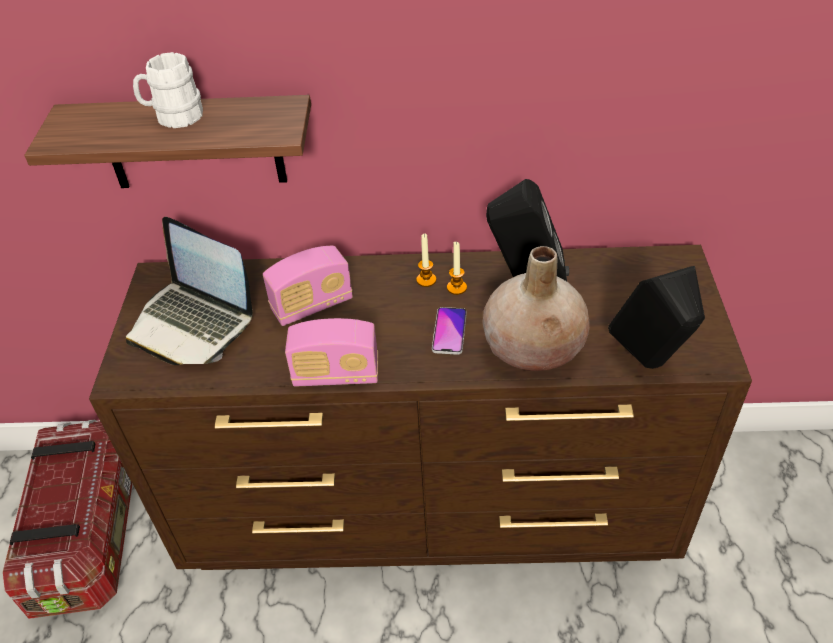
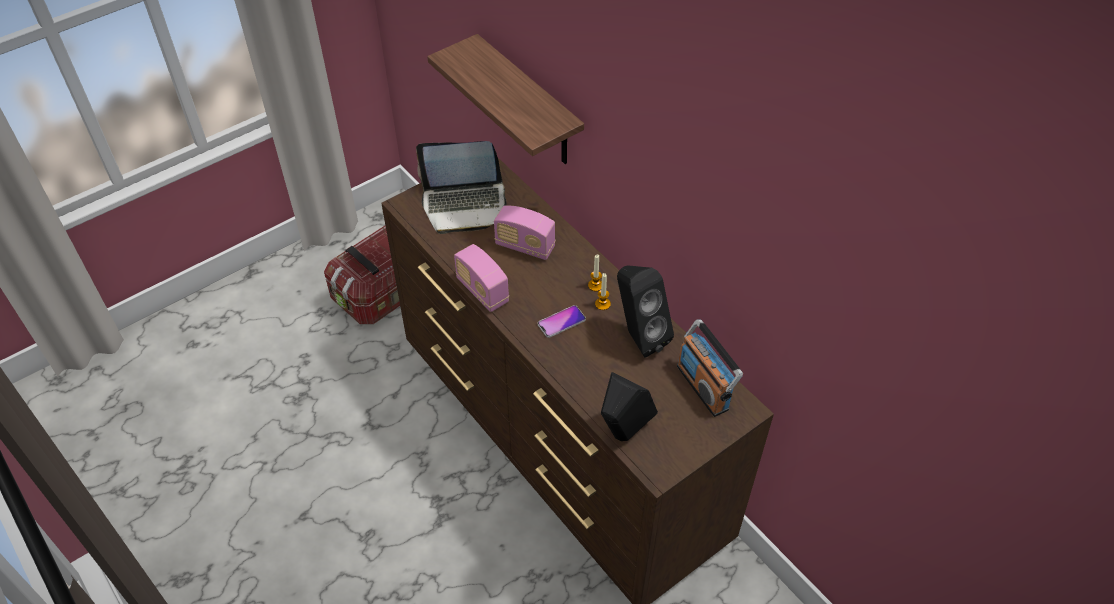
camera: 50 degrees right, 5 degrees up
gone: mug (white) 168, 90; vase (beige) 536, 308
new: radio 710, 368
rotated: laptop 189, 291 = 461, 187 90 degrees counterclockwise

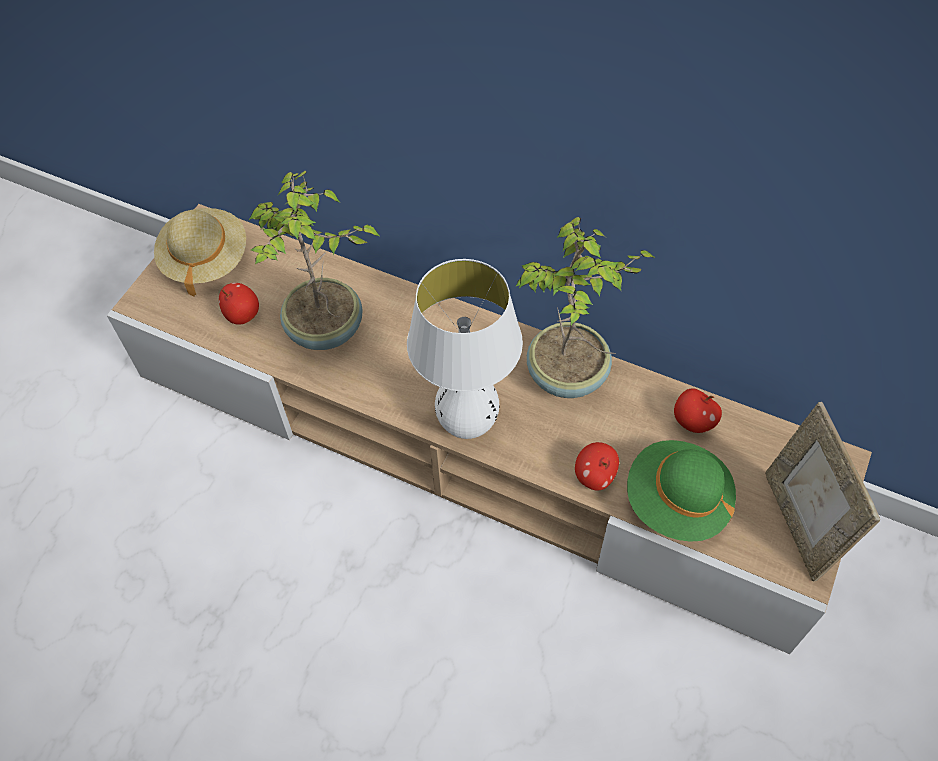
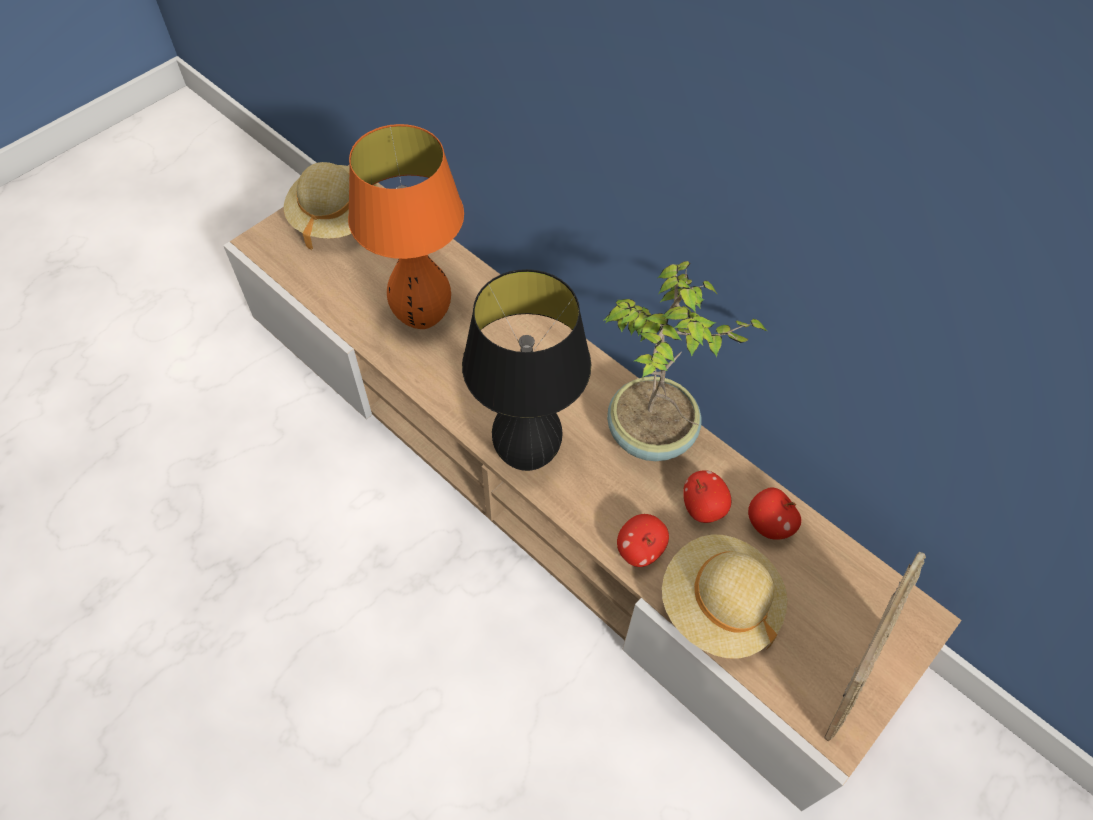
camera: 15 degrees right, 0 degrees up
shifted: apple 239, 304 to 707, 496
swapped: potted plant 314, 260 to table lamp (orange) 406, 226
repainted: table lamp (white) 465, 349 to table lamp (black) 526, 370; hat (green) 681, 491 to hat (beige) 725, 596
rotated: picture frame 822, 492 = 875, 646 150 degrees counterclockwise

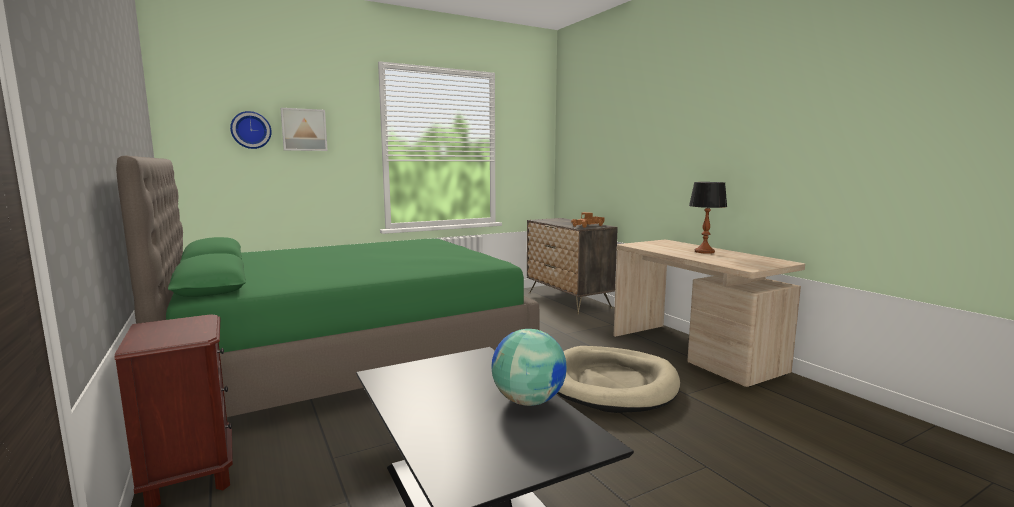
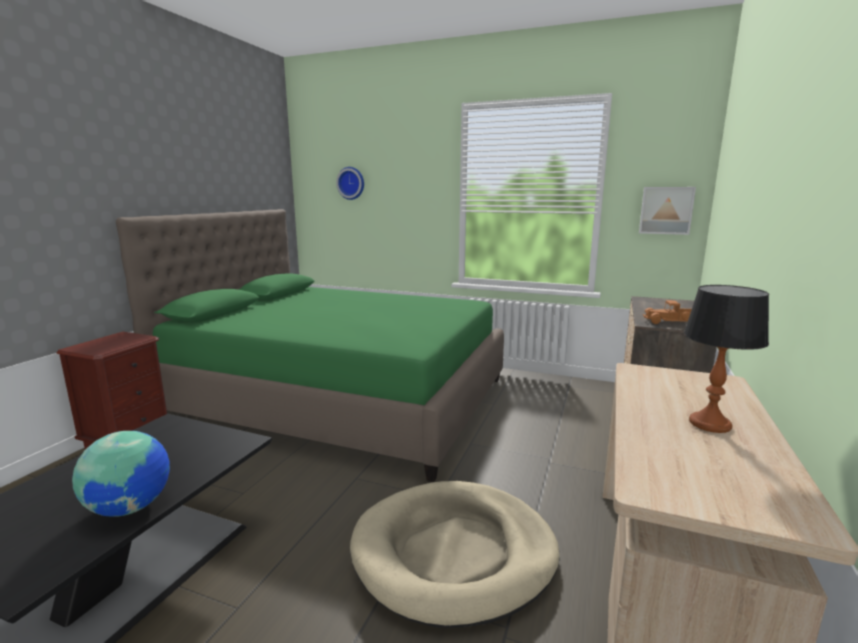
camera: 50 degrees right, 5 degrees up
shifted: picture 304, 129 to 667, 211

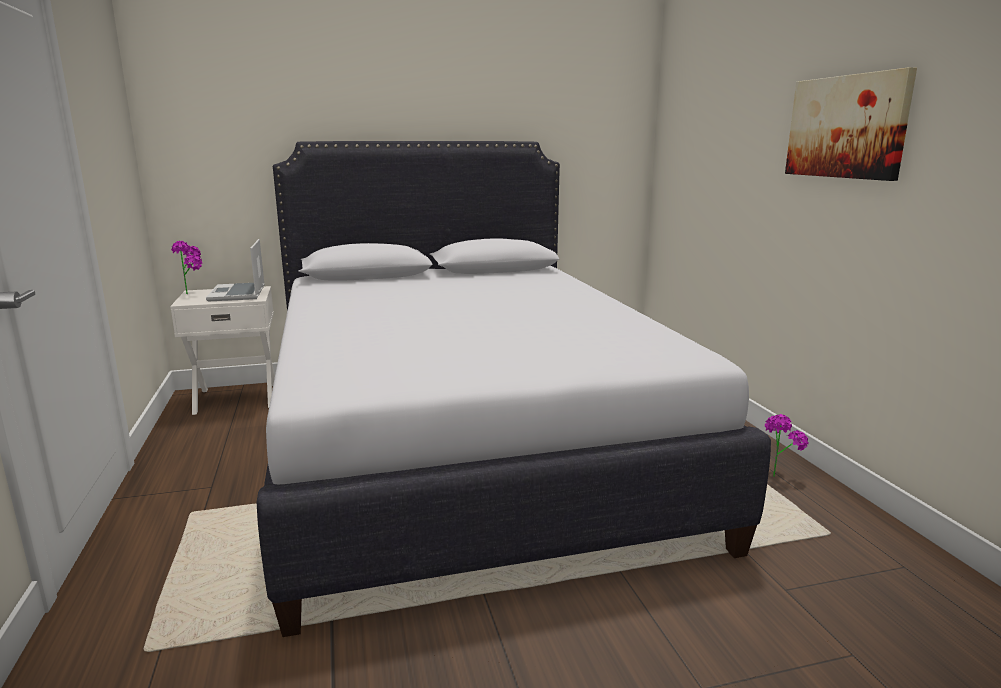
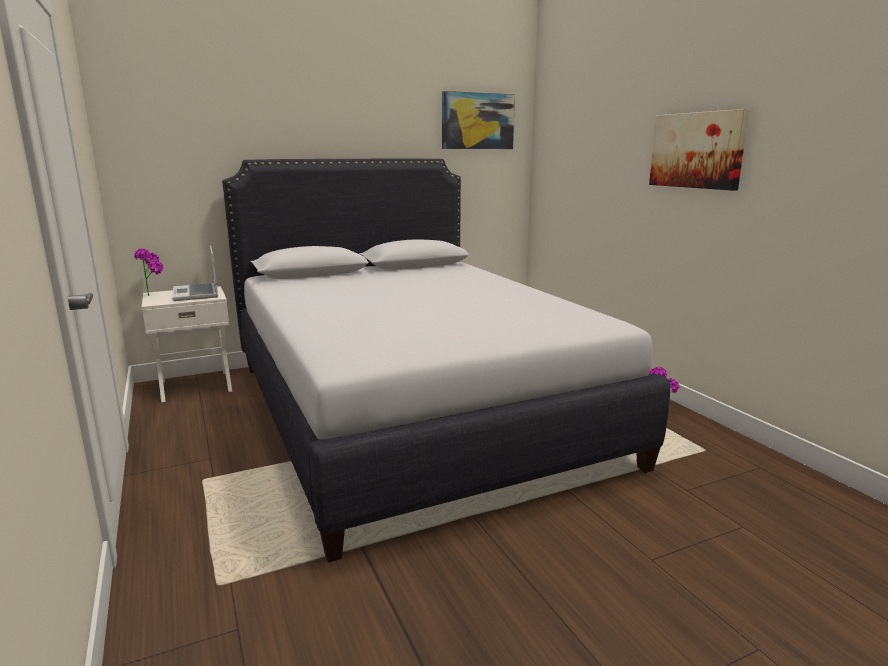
camera: 10 degrees left, 0 degrees up
new: picture 478, 120

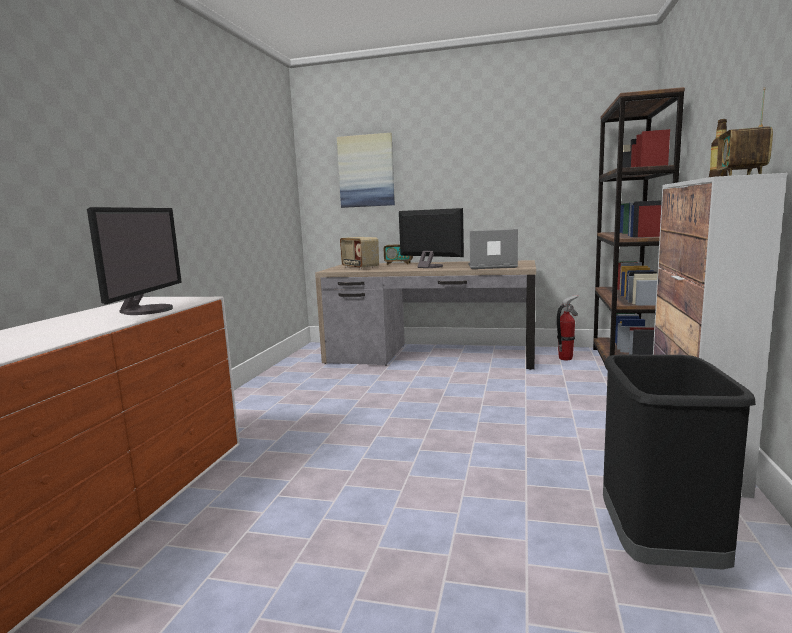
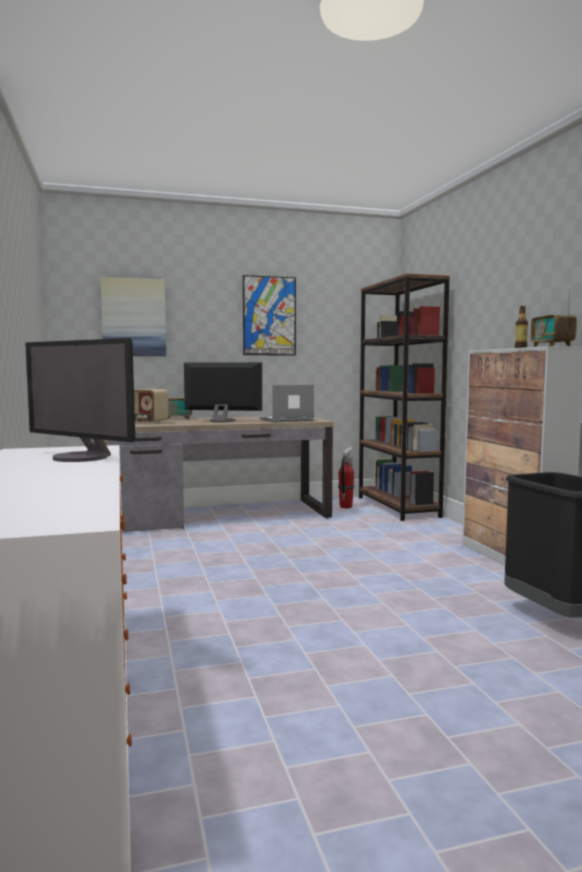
camera: 30 degrees left, 5 degrees down
new: picture 269, 315
rotated: monitor 134, 261 = 80, 400 150 degrees clockwise

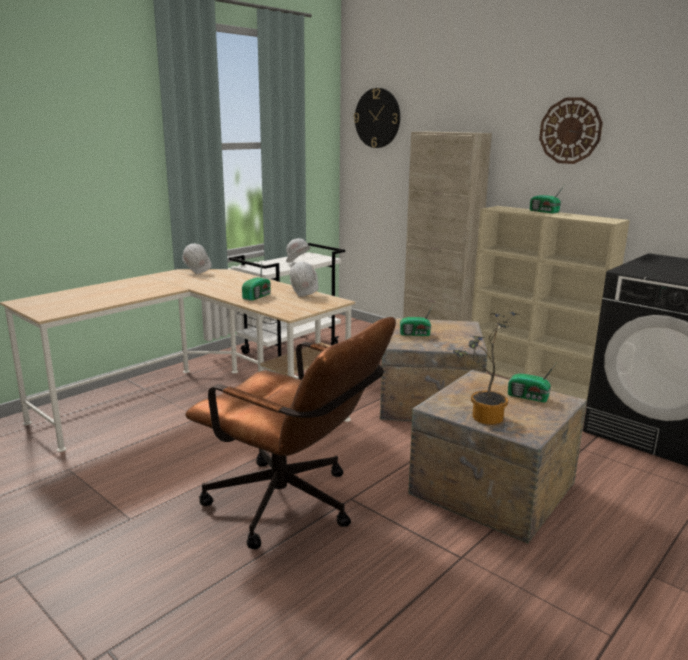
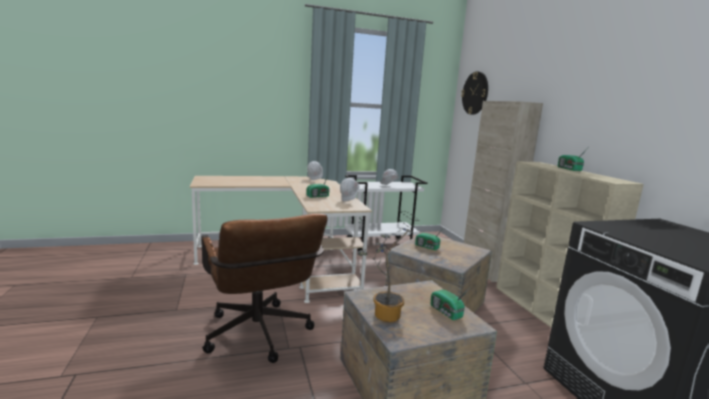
camera: 30 degrees right, 5 degrees down
gone: wall clock 571, 130

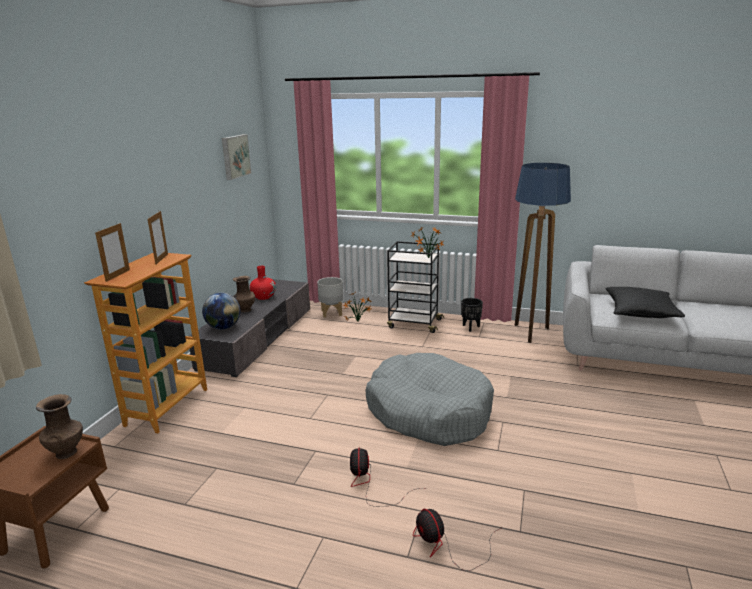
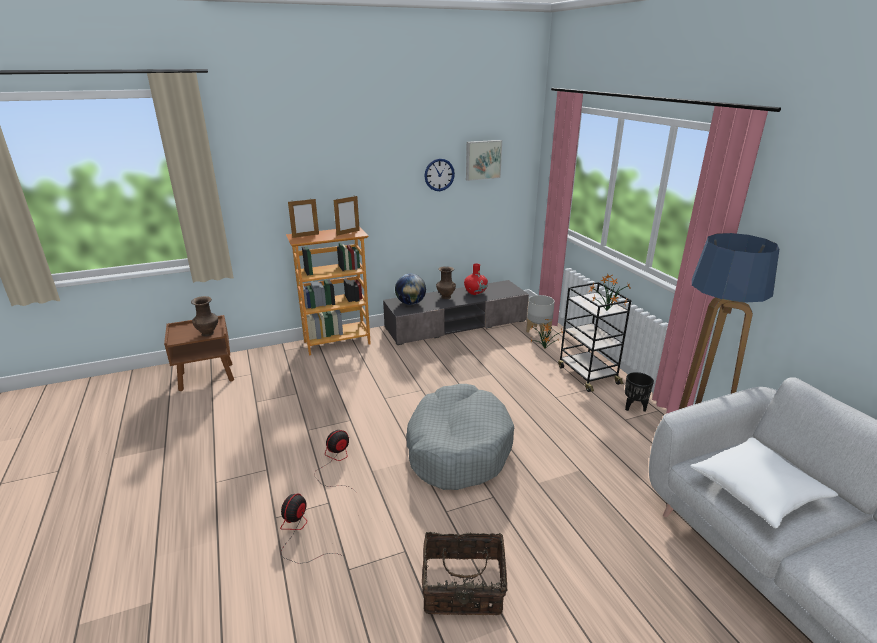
camera: 50 degrees right, 5 degrees up
new: basket 464, 574; wall clock 439, 174
repainted: pillow (black) 645, 302 to pillow (white) 764, 483

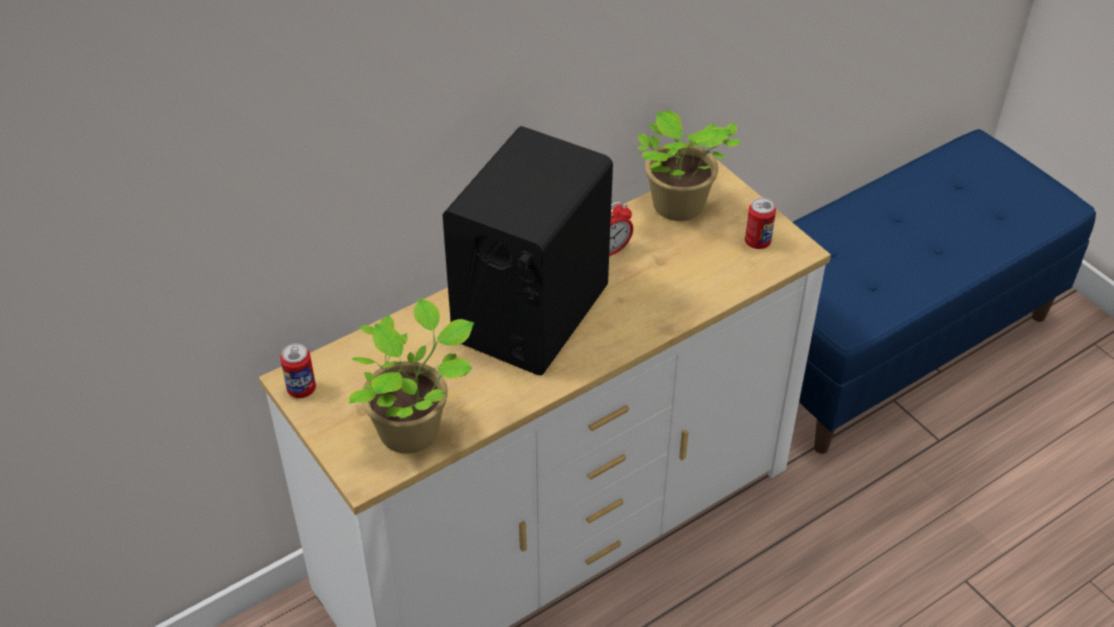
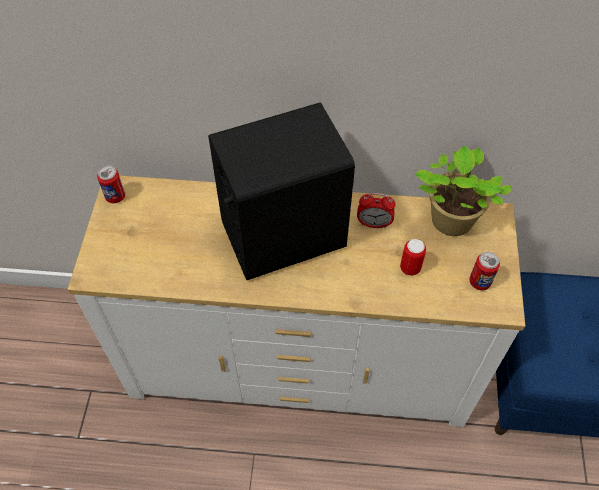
camera: 40 degrees right, 10 degrees up
gone: potted plant 411, 376
new: can 413, 257

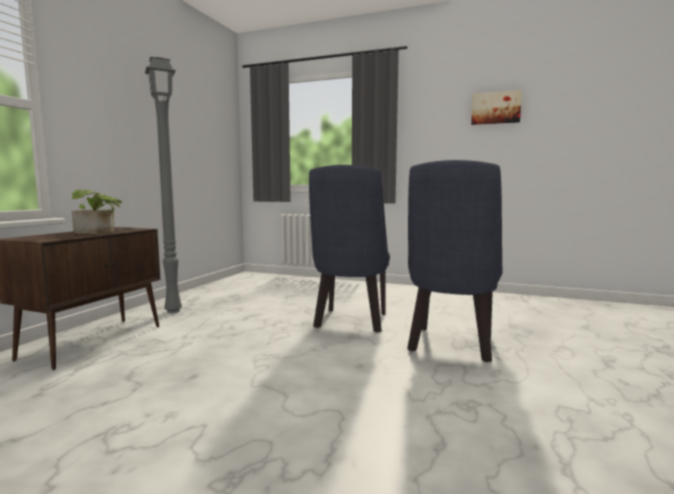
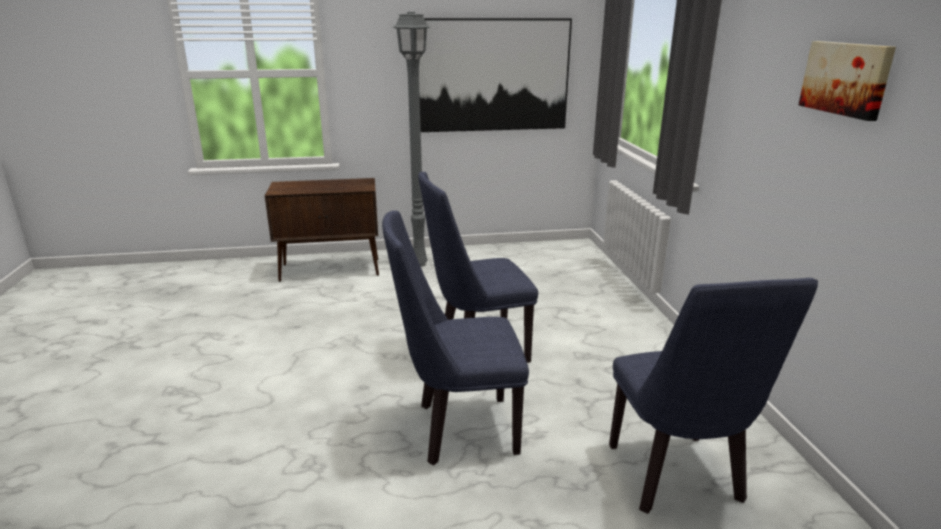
camera: 60 degrees right, 15 degrees up
gone: potted plant 96, 212
new: picture 495, 75; chair (blue) 713, 396

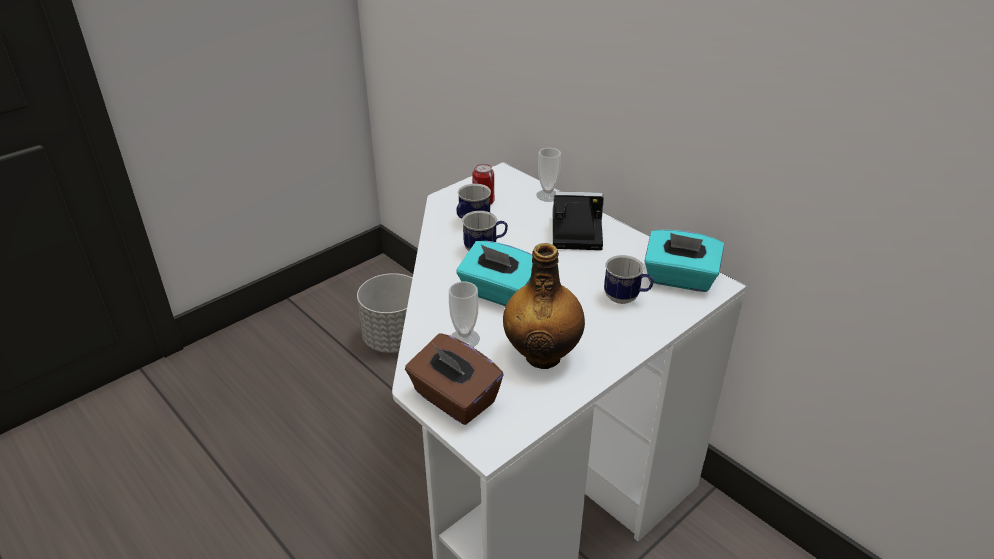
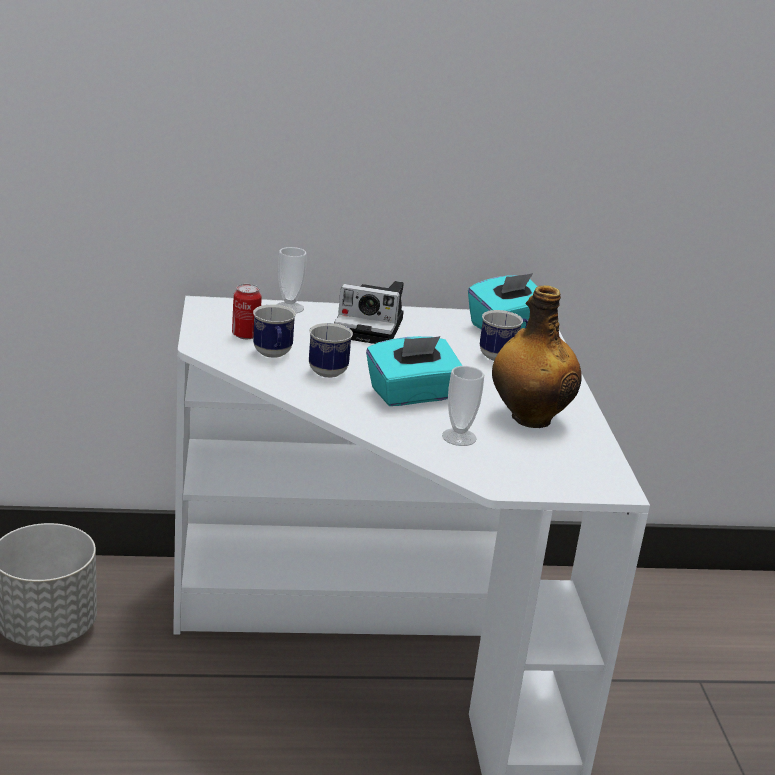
camera: 55 degrees left, 10 degrees down
gone: tissue box (brown) 454, 379
rotated: photo camera 578, 220 = 369, 312 120 degrees counterclockwise

